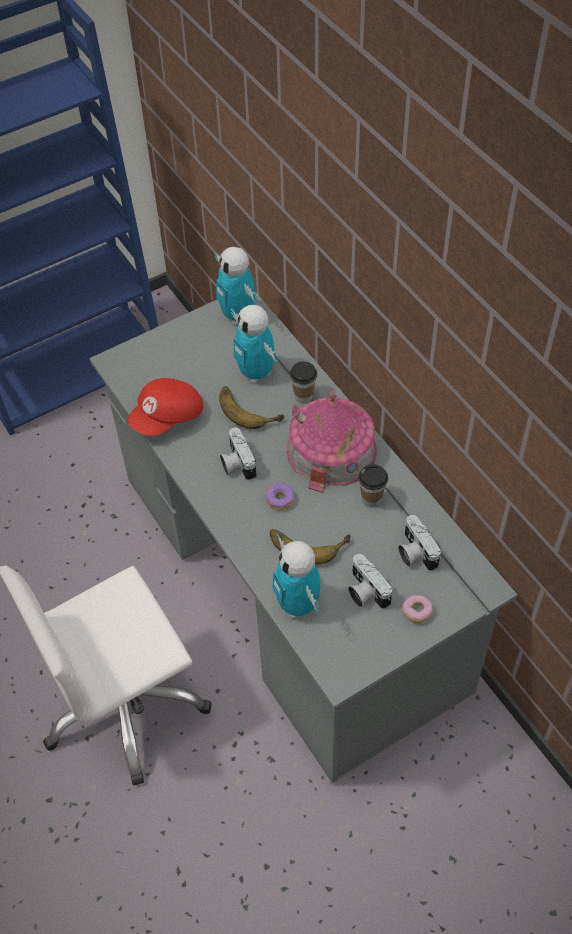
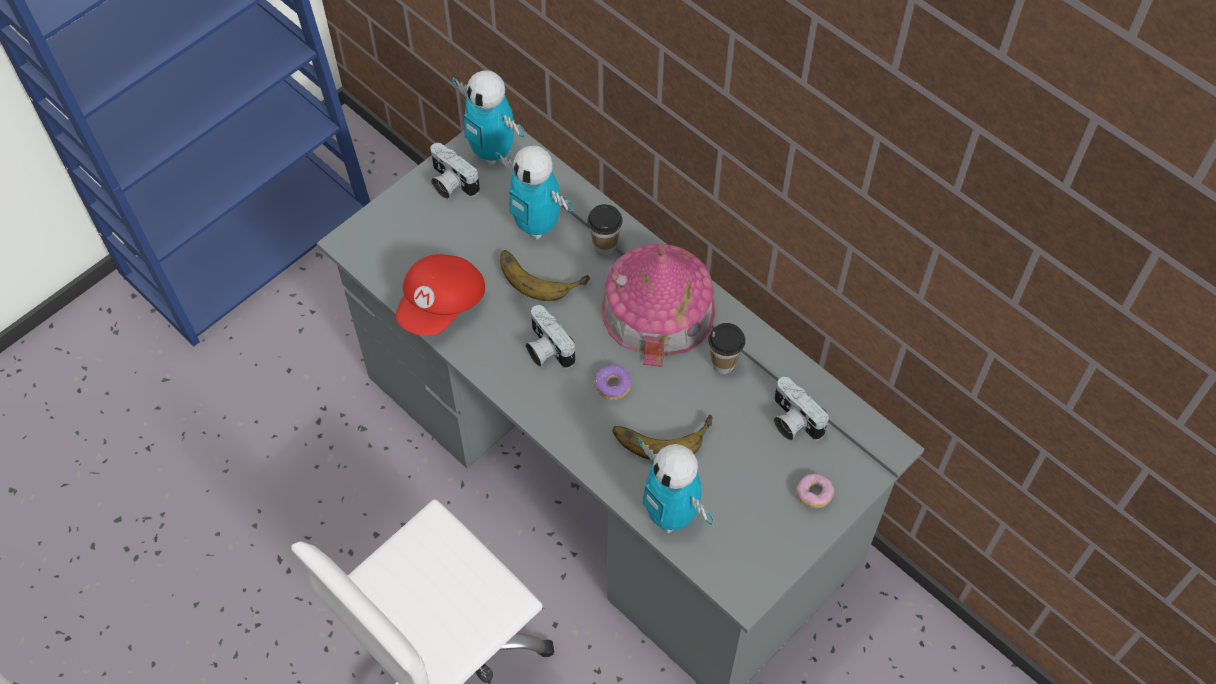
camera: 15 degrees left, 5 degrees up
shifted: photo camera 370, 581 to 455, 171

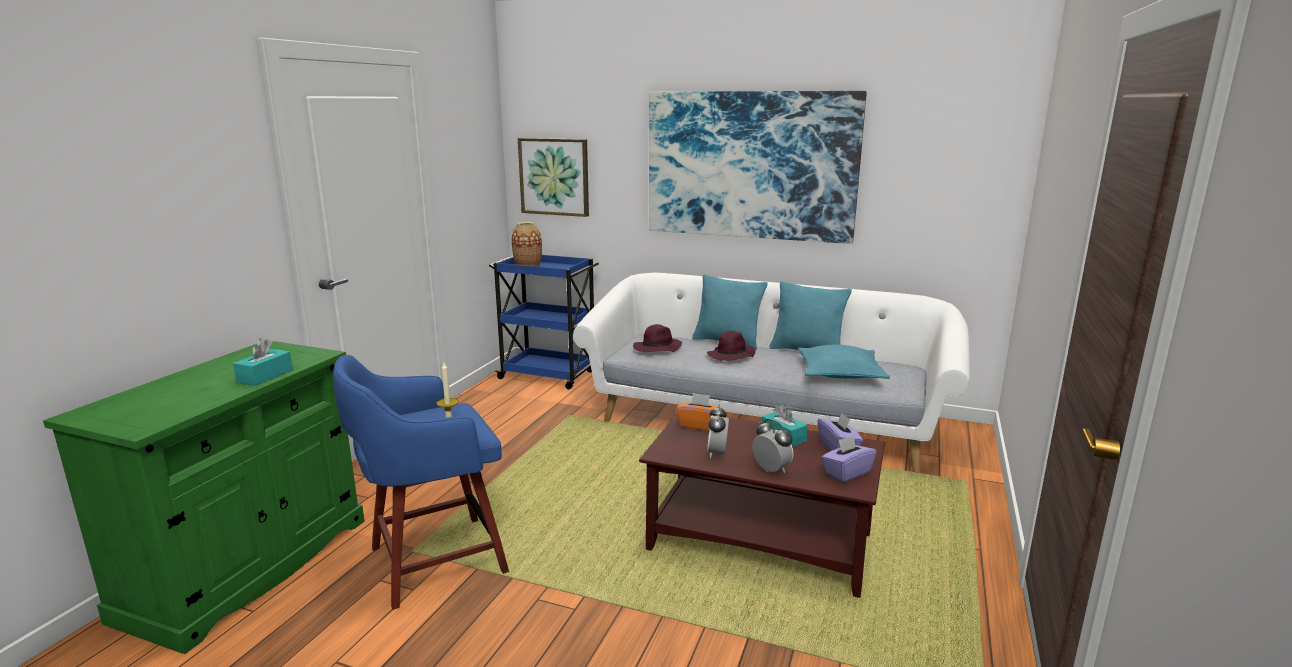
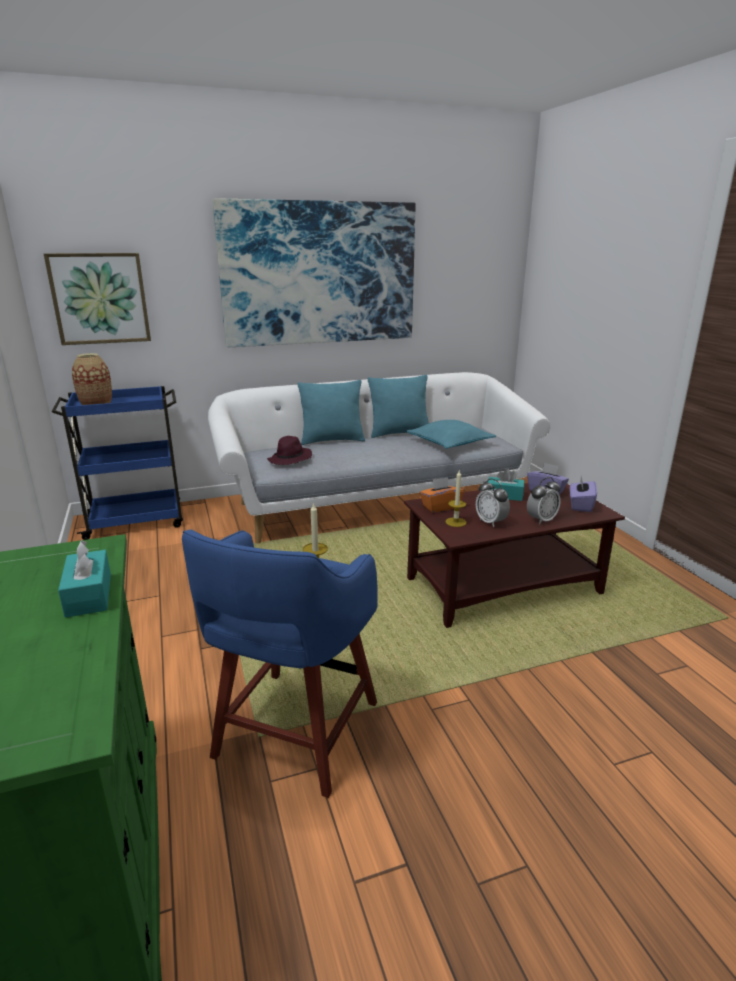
camera: 40 degrees left, 5 degrees up
gone: hat (purple) 731, 346
new: candle 455, 499
rotated: alarm clock 772, 446 = 544, 501 135 degrees clockwise

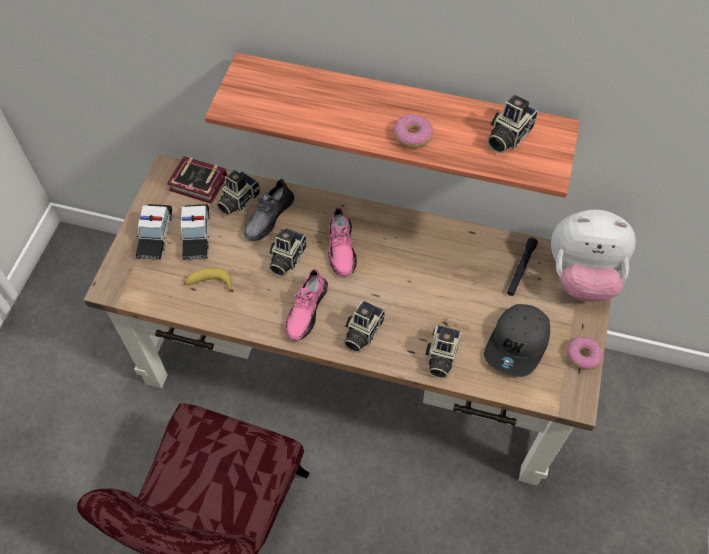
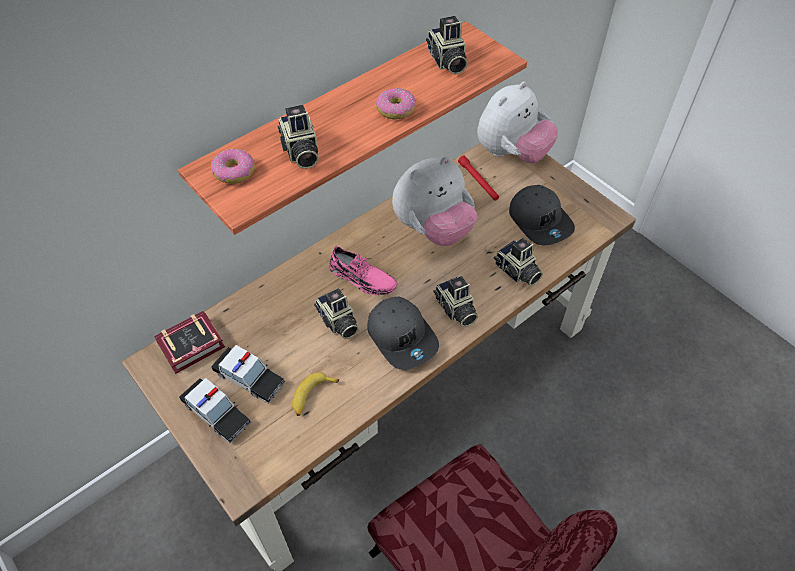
camera: 55 degrees left, 5 degrees down
gone: shoe (grey) 269, 209
new: plush toy 434, 201
shifted: donut 585, 353 to 233, 166; photo camera 238, 193 to 298, 137
swapped: shoe (pink) 306, 304 to cap (grey) 403, 333
repainted: flashlight (black) 522, 267 to flashlight (red) 478, 178

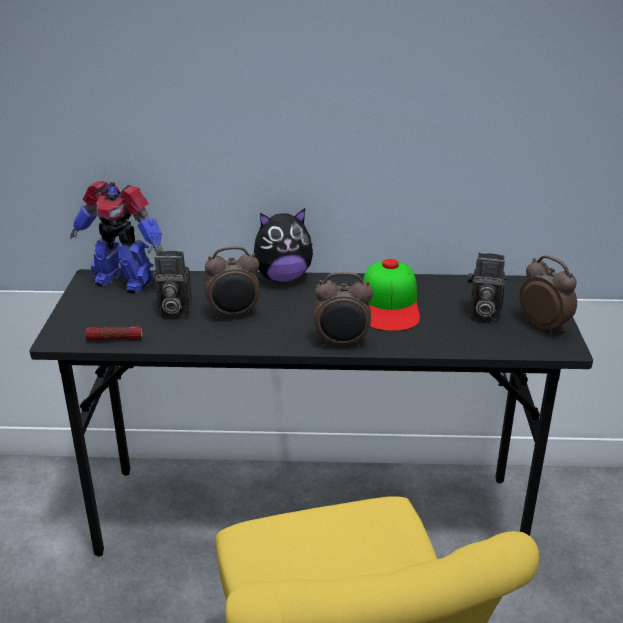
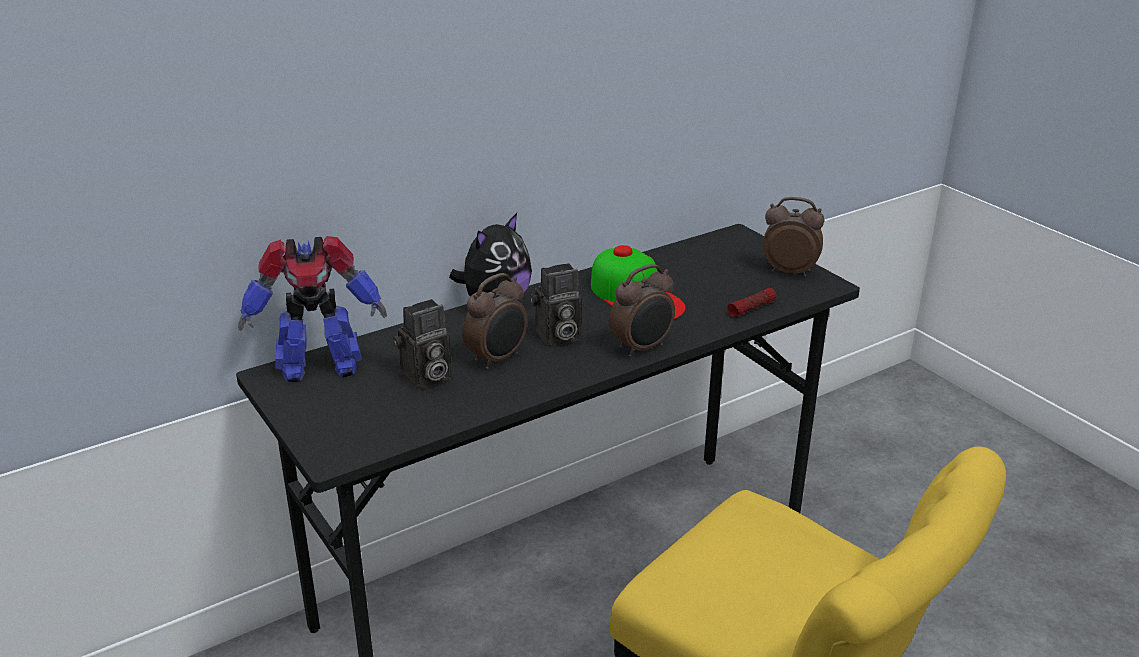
camera: 35 degrees left, 0 degrees up
shifted: photo camera 487, 287 to 556, 305; flashlight 114, 333 to 752, 302

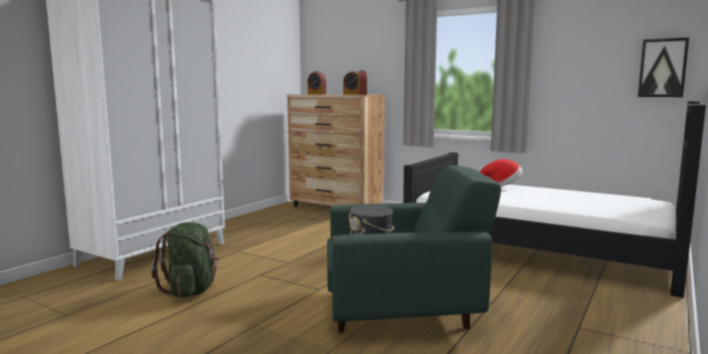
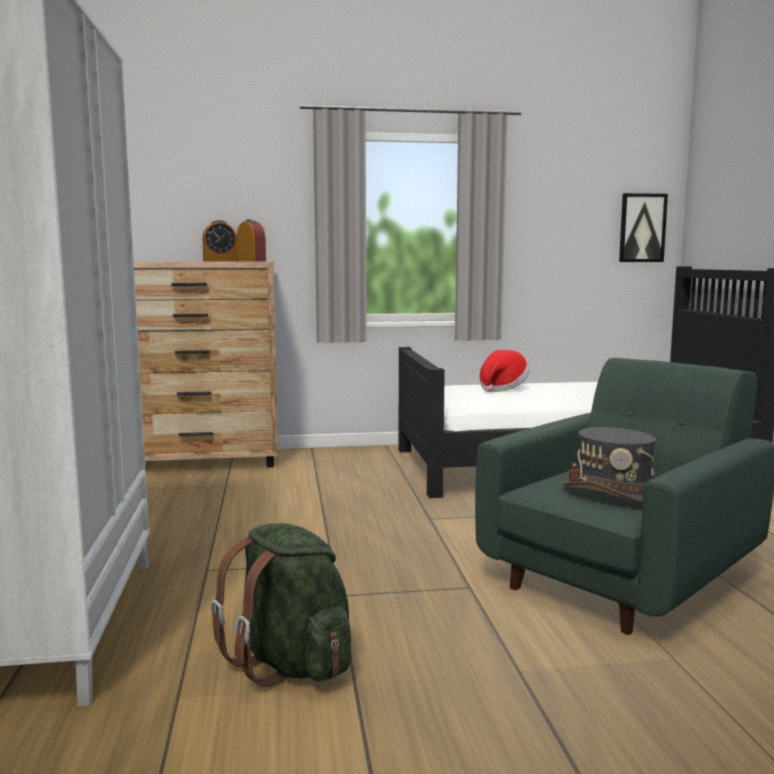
camera: 40 degrees left, 0 degrees up
gone: alarm clock 317, 83

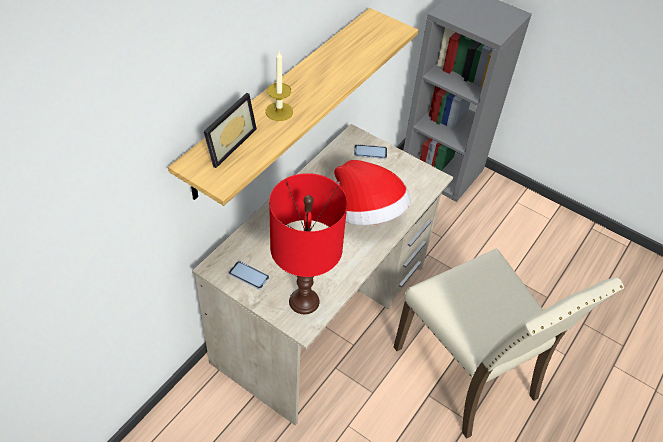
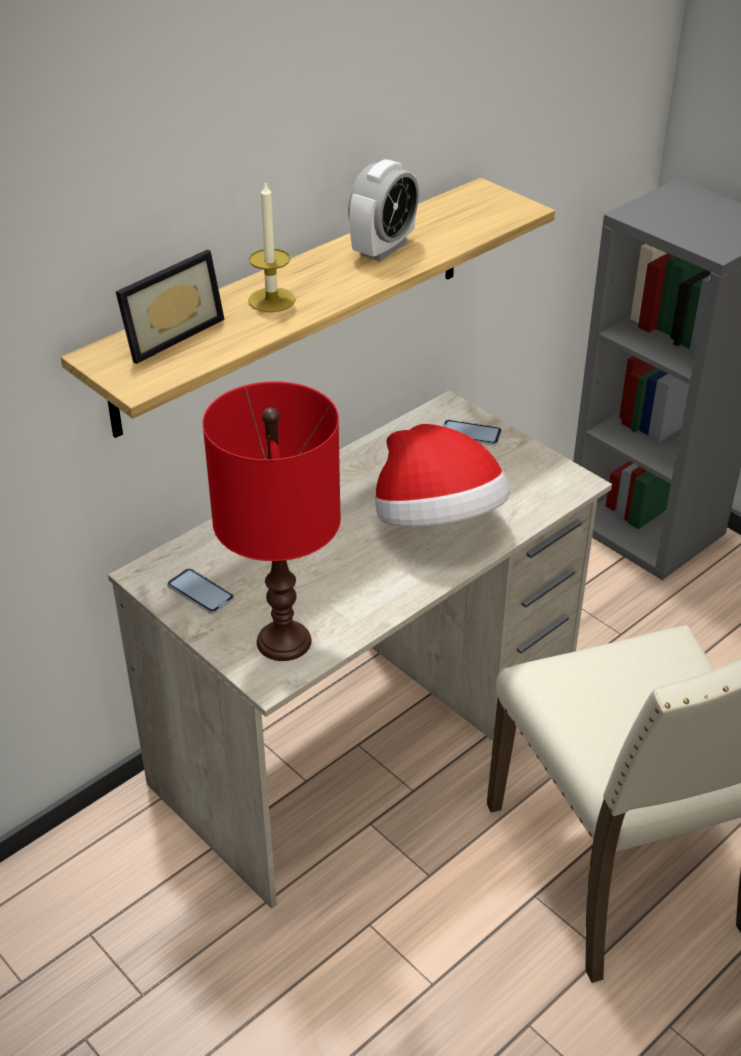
camera: 15 degrees right, 10 degrees down
new: alarm clock 383, 210

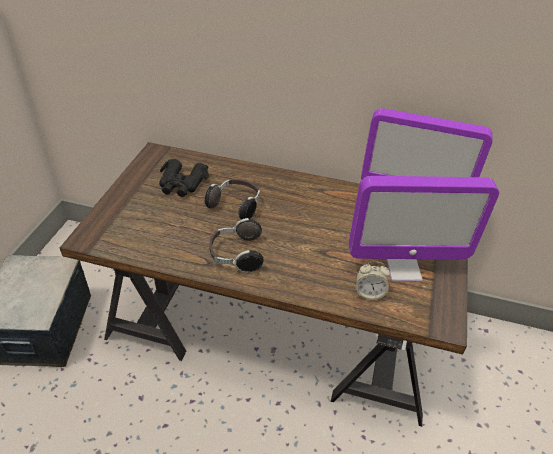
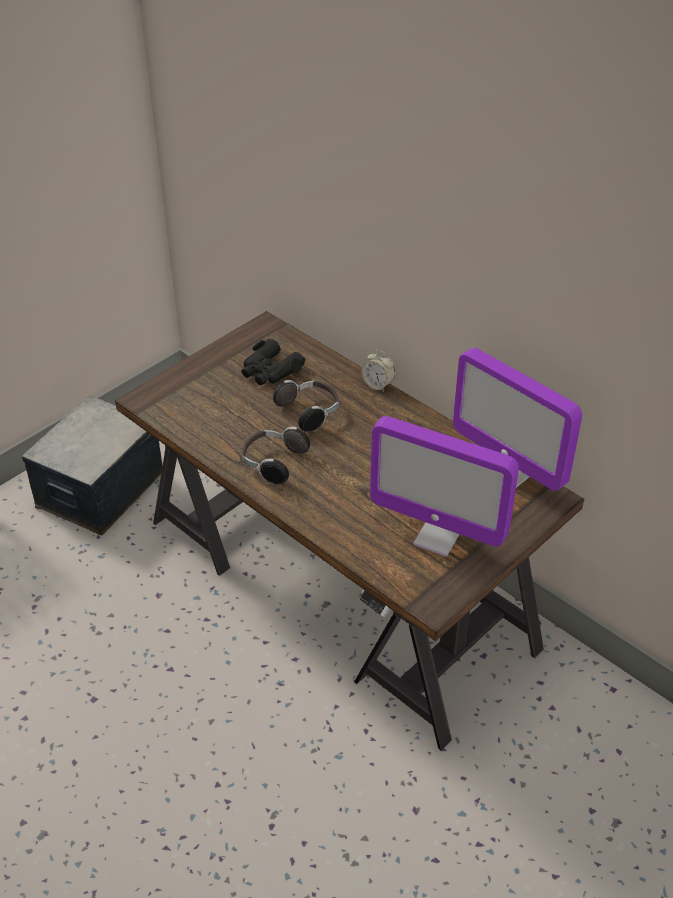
camera: 30 degrees right, 0 degrees up
shifted: alarm clock 373, 280 to 378, 371

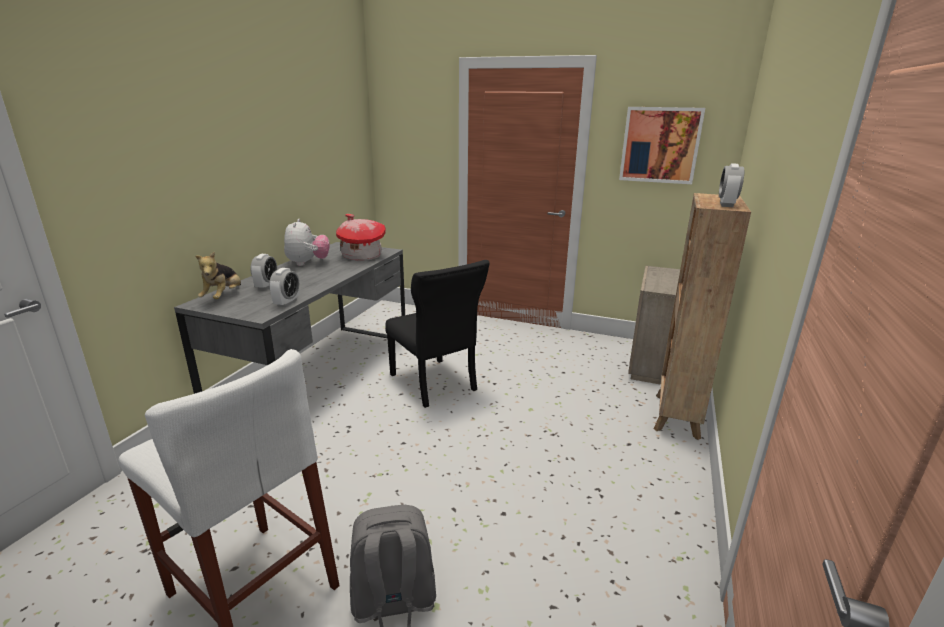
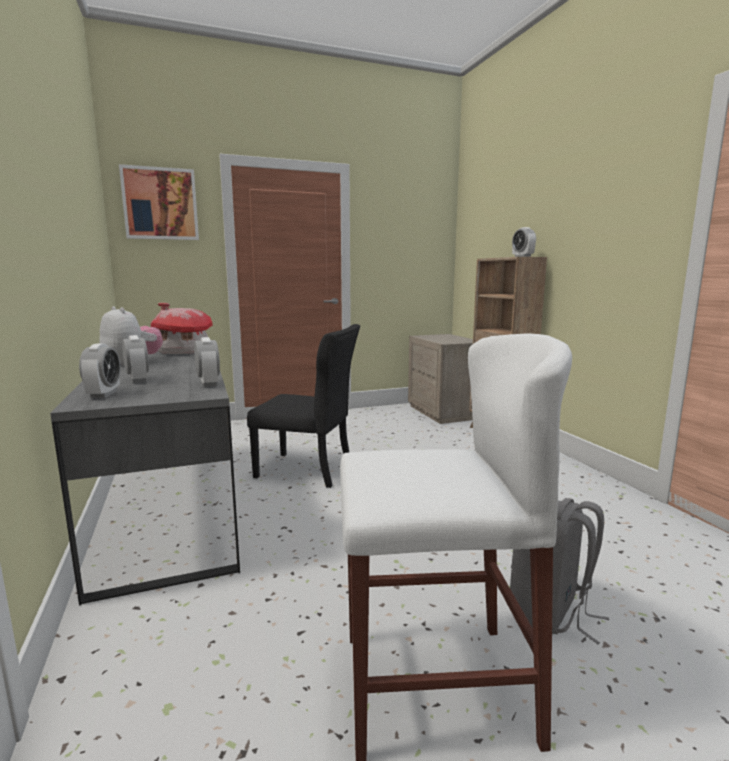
camera: 40 degrees left, 10 degrees down
shifted: picture 662, 145 to 159, 202
swapped: plush toy 218, 275 to alarm clock 99, 371

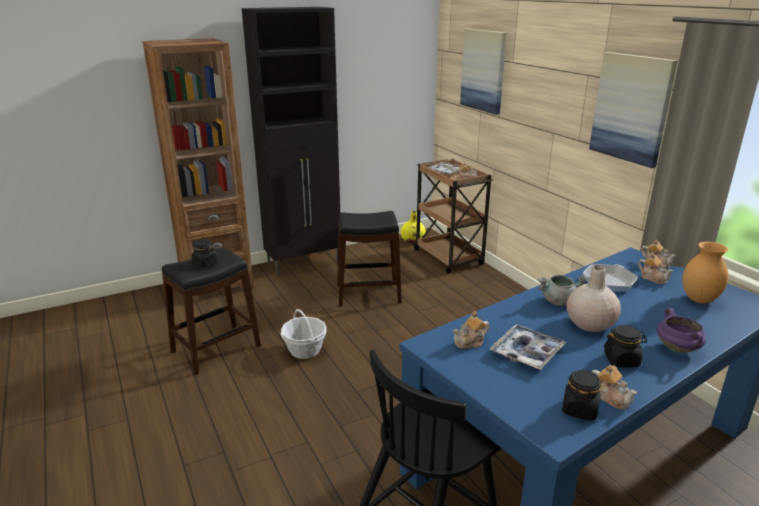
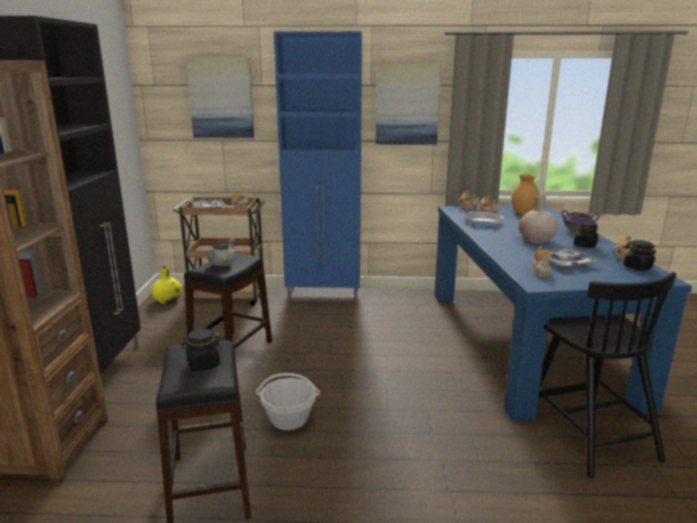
camera: 60 degrees left, 5 degrees down
new: cabinet (blue) 318, 167
shifted: cooking pot (grey) 563, 290 to 221, 252

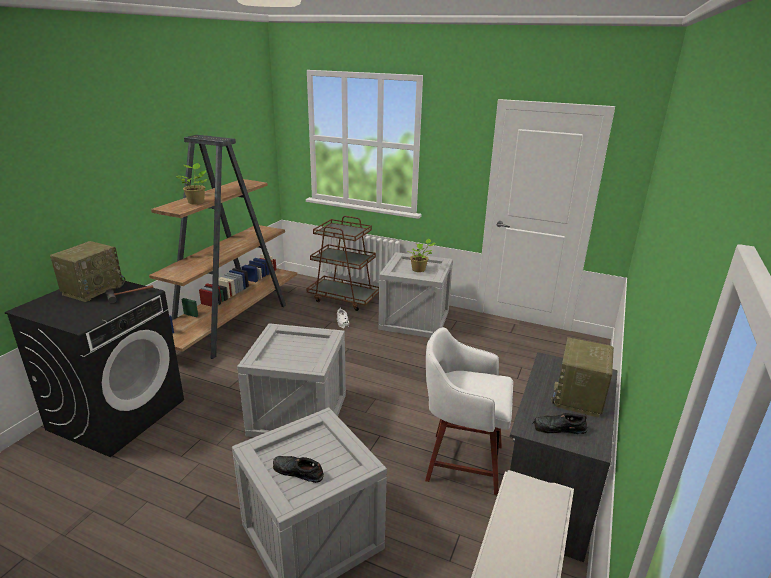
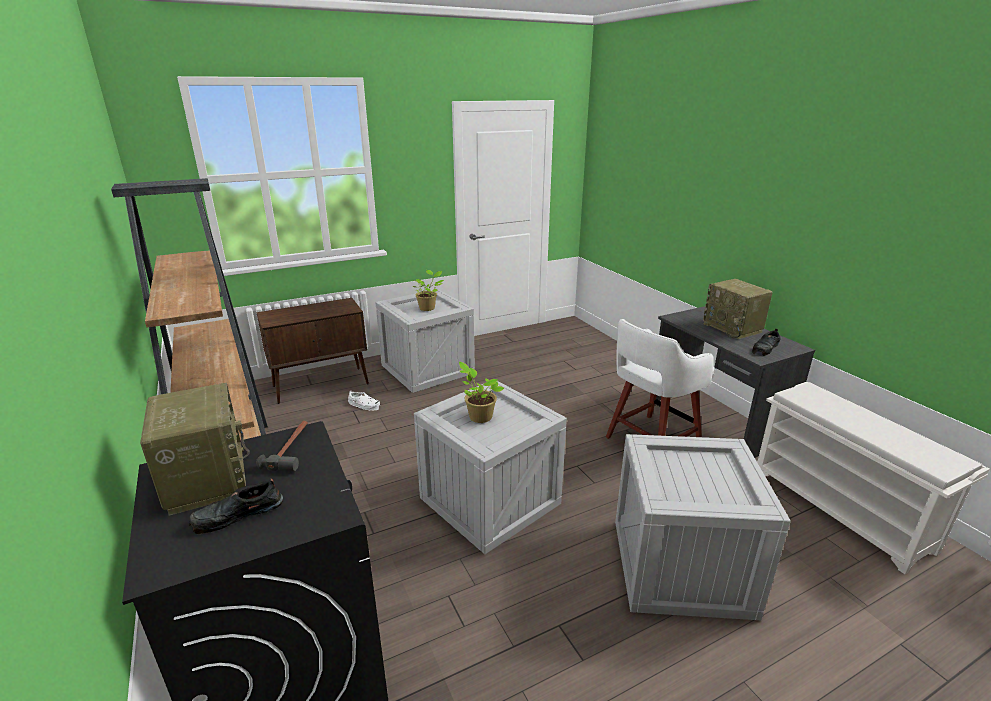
camera: 50 degrees left, 0 degrees up
shifted: shoe (black) 298, 469 to 236, 506; potted plant 191, 183 to 481, 392
swapped: cart (brown) 342, 263 to cabinet (brown) 313, 351

